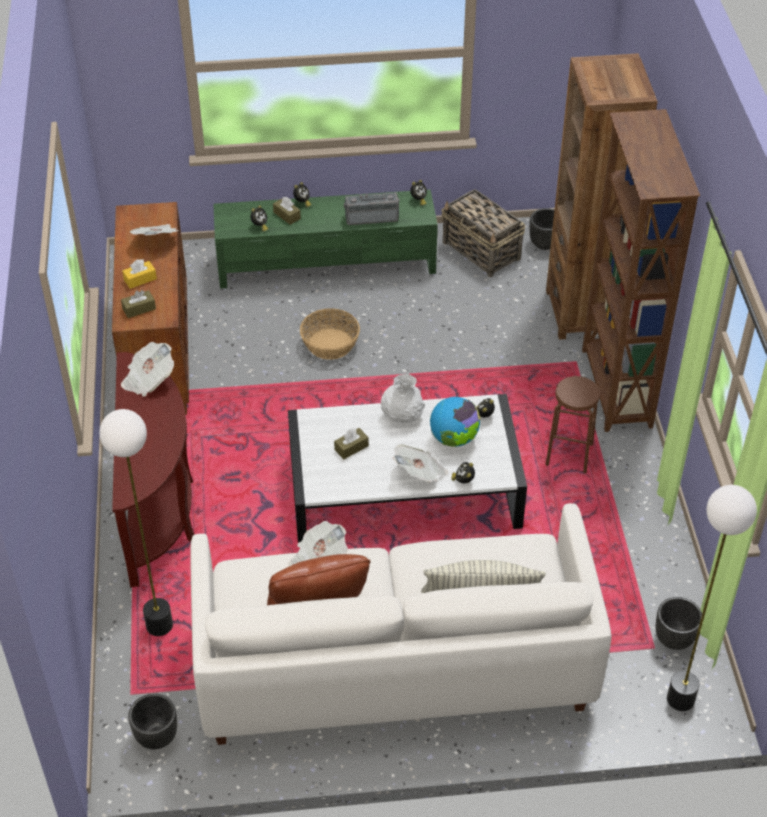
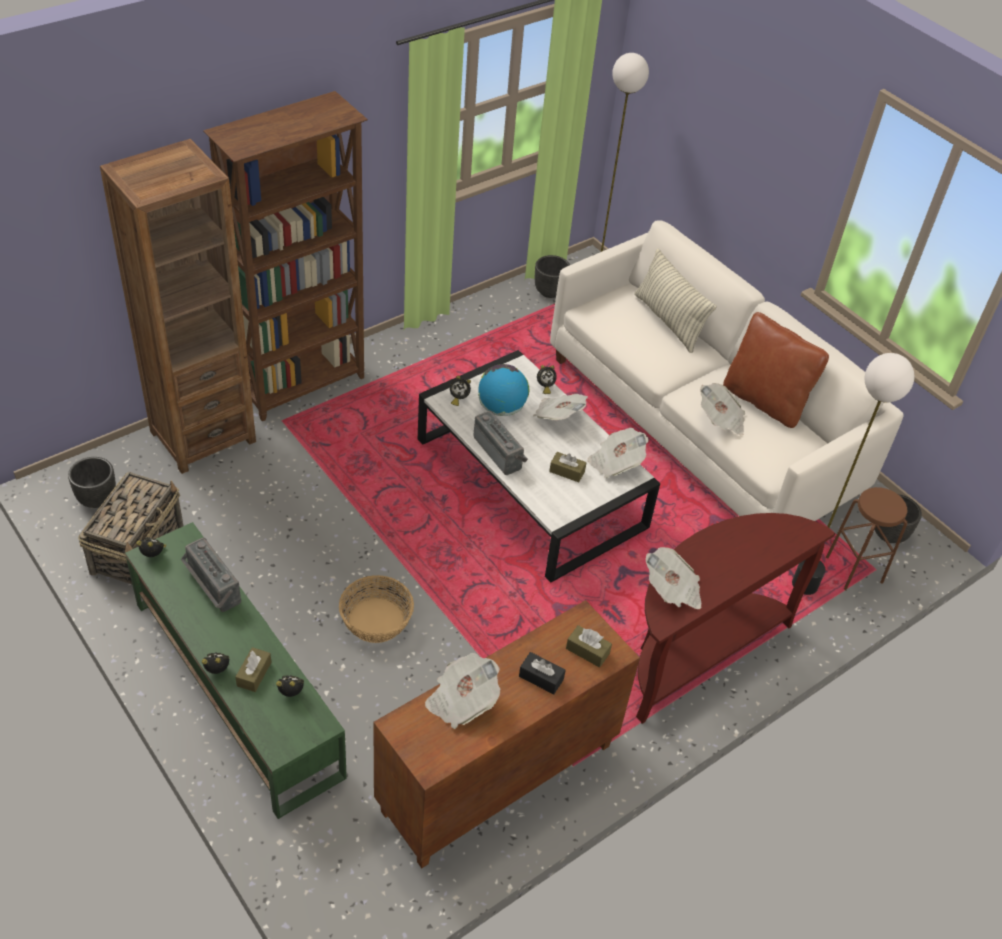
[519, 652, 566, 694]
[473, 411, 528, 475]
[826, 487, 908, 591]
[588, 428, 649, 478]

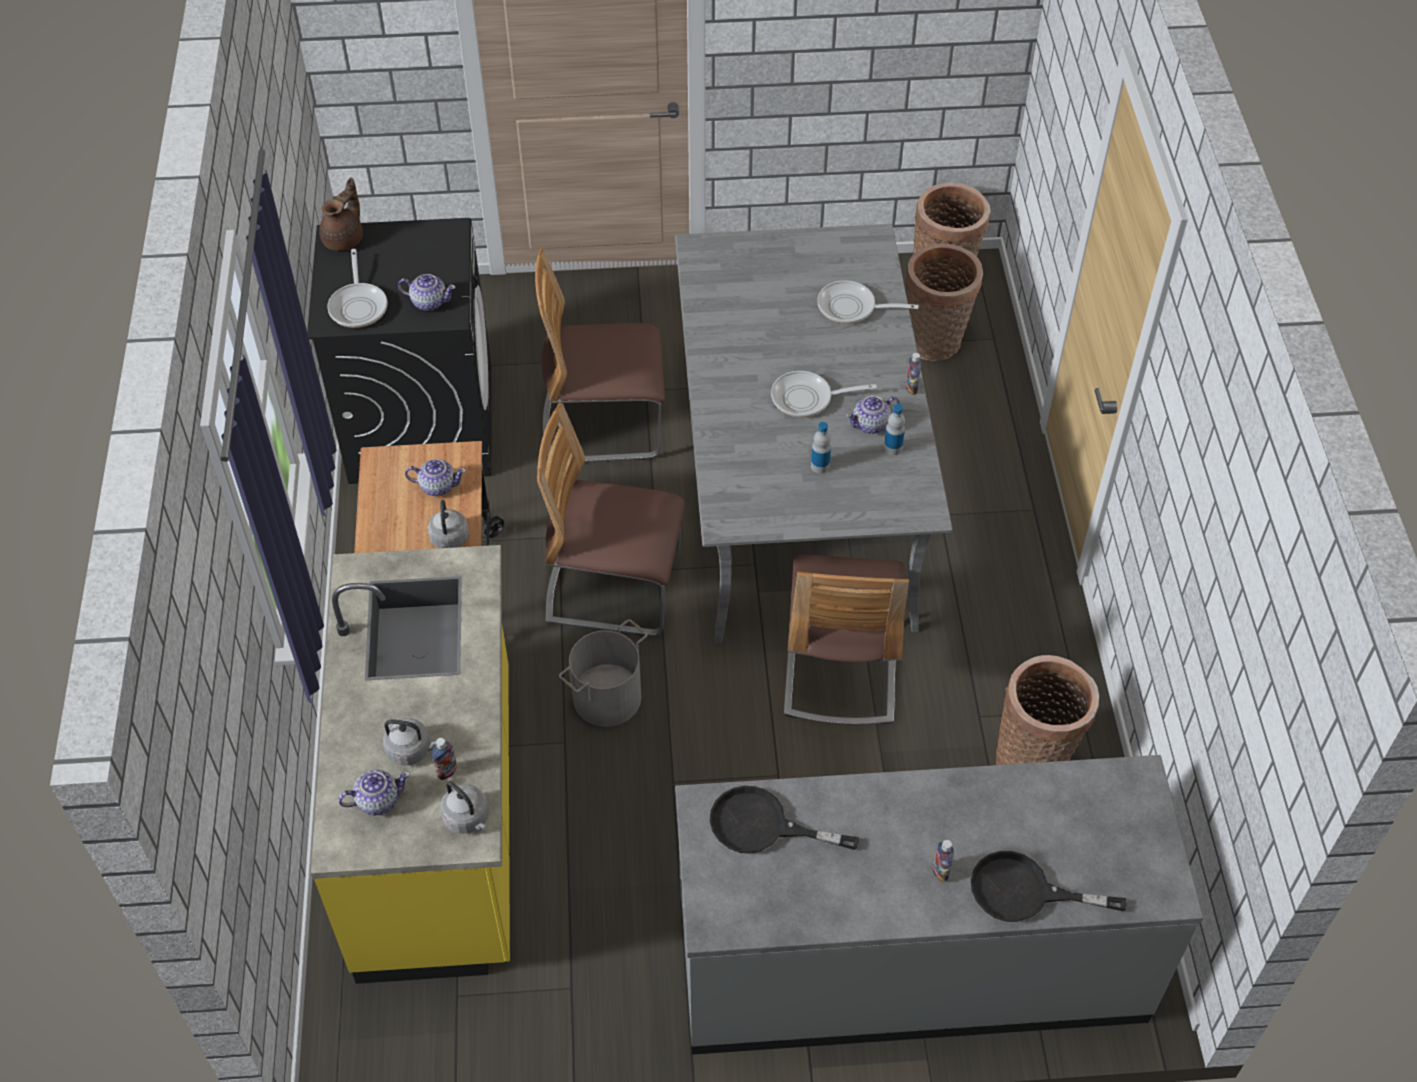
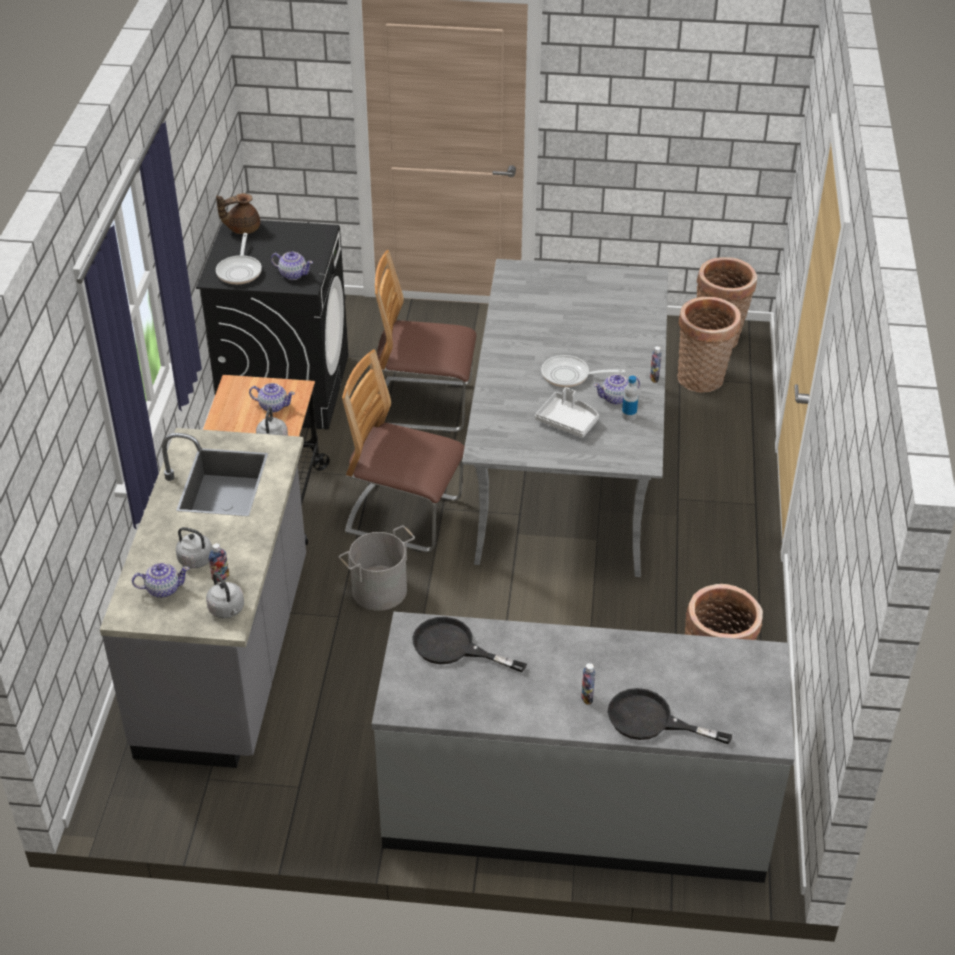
[100, 428, 306, 768]
[216, 193, 260, 234]
[784, 554, 909, 725] (first image)
[535, 387, 599, 438]
[817, 280, 919, 324] (first image)

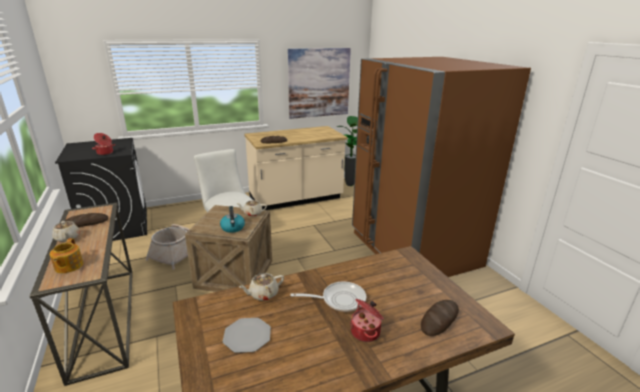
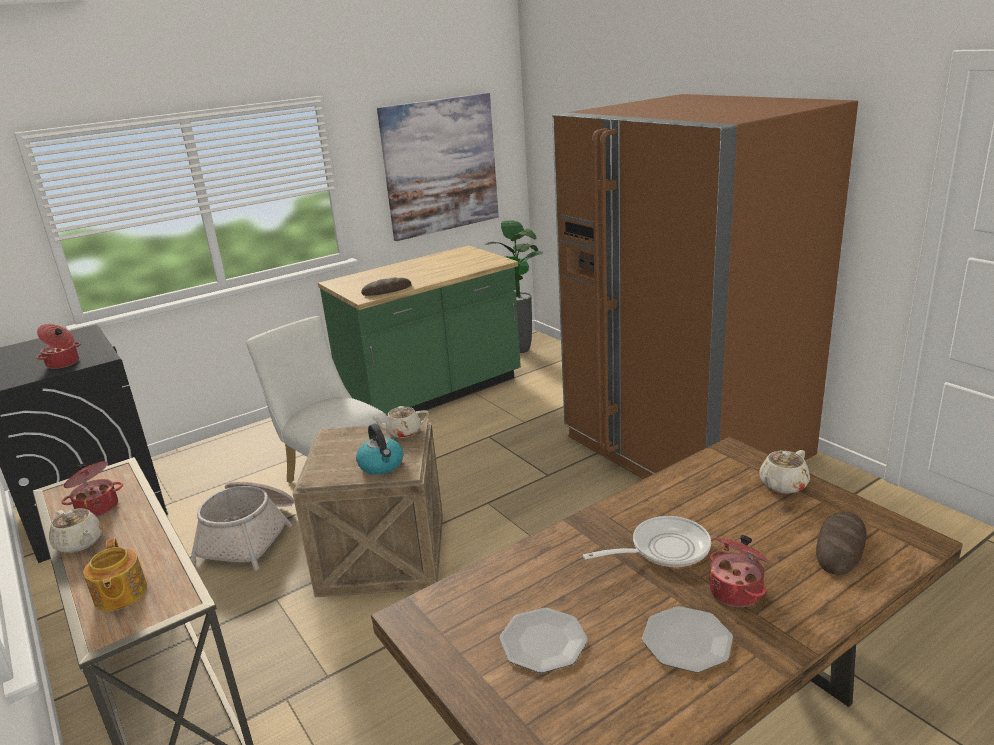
[61, 461, 123, 517]
[759, 450, 810, 494]
[318, 245, 521, 415]
[642, 606, 733, 673]

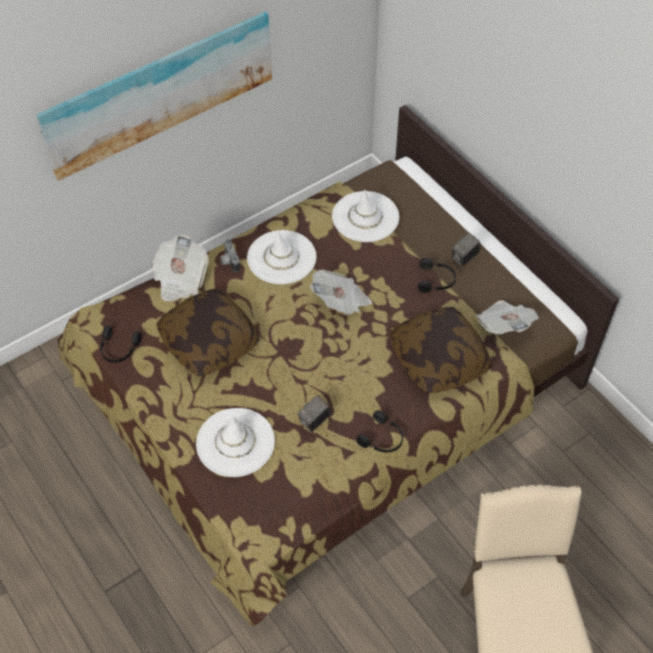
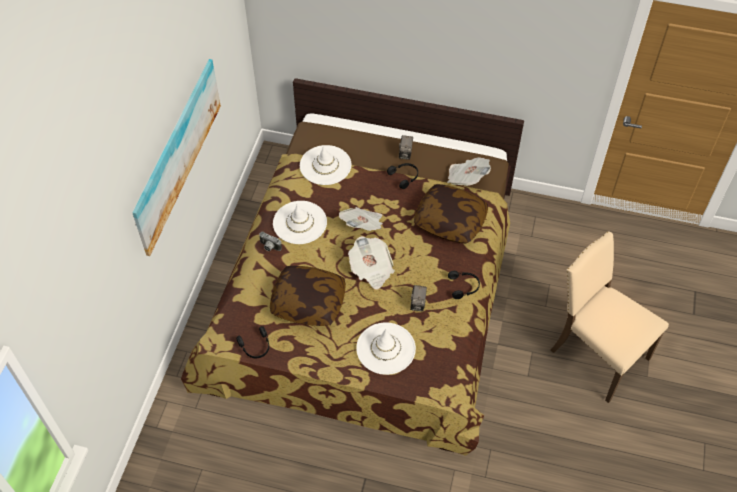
[348, 236, 395, 289]

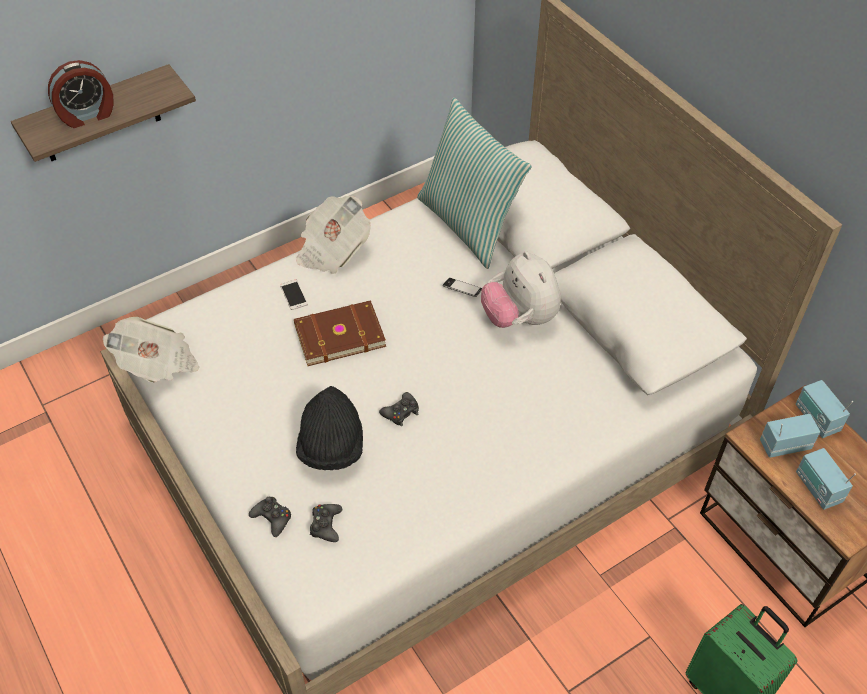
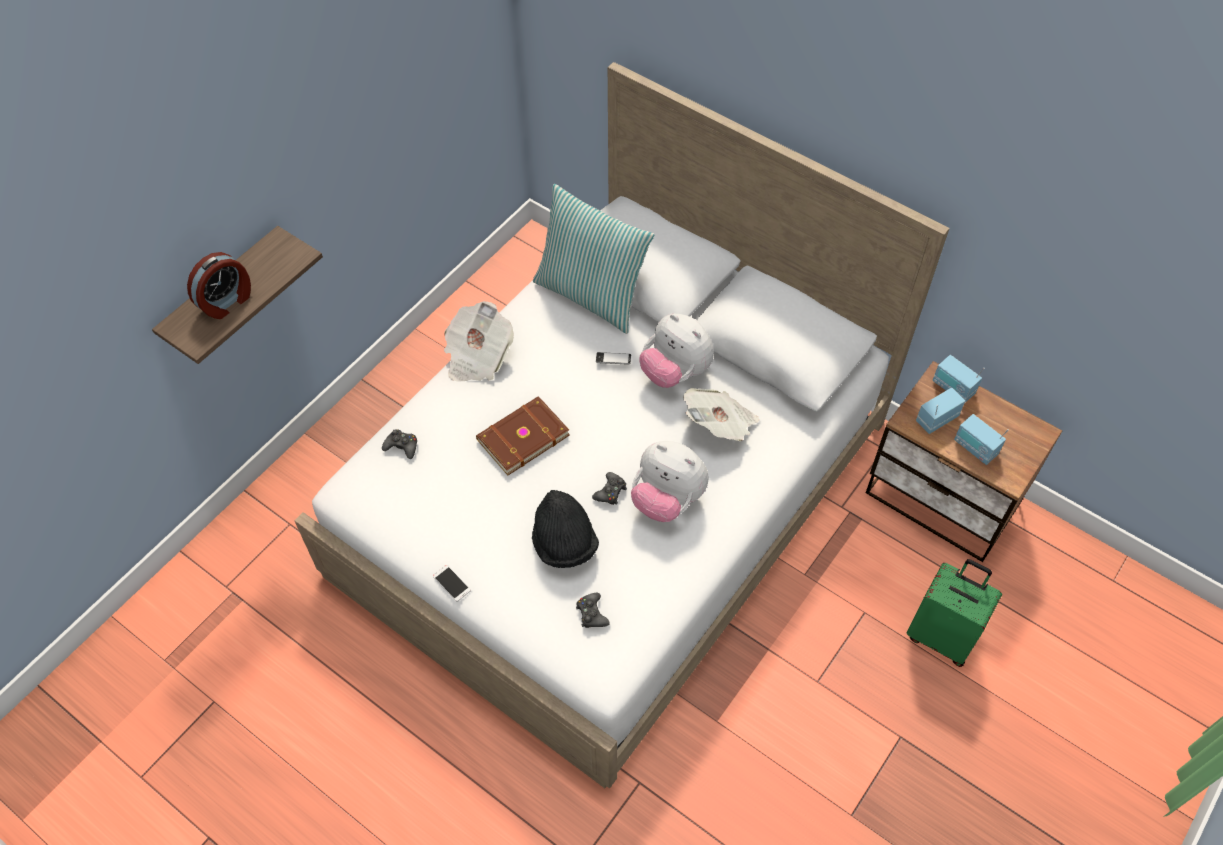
[683, 388, 759, 441]
[382, 429, 417, 459]
[433, 565, 471, 602]
[631, 441, 708, 522]

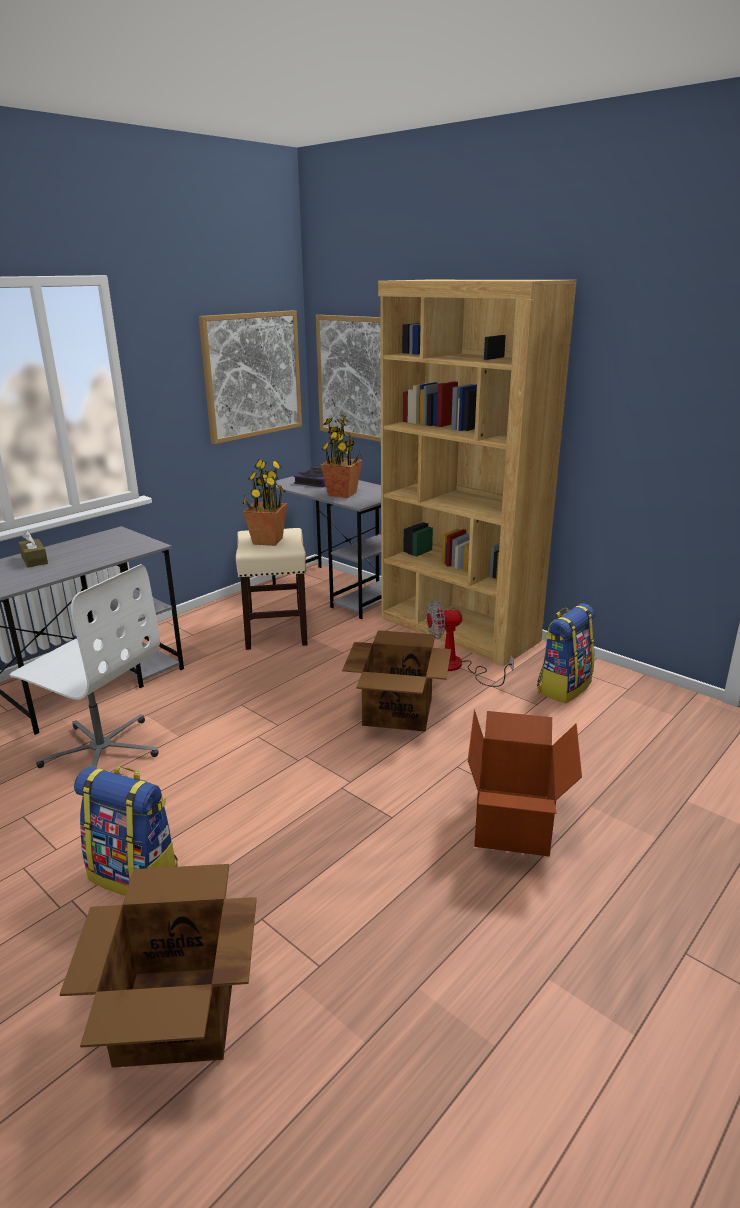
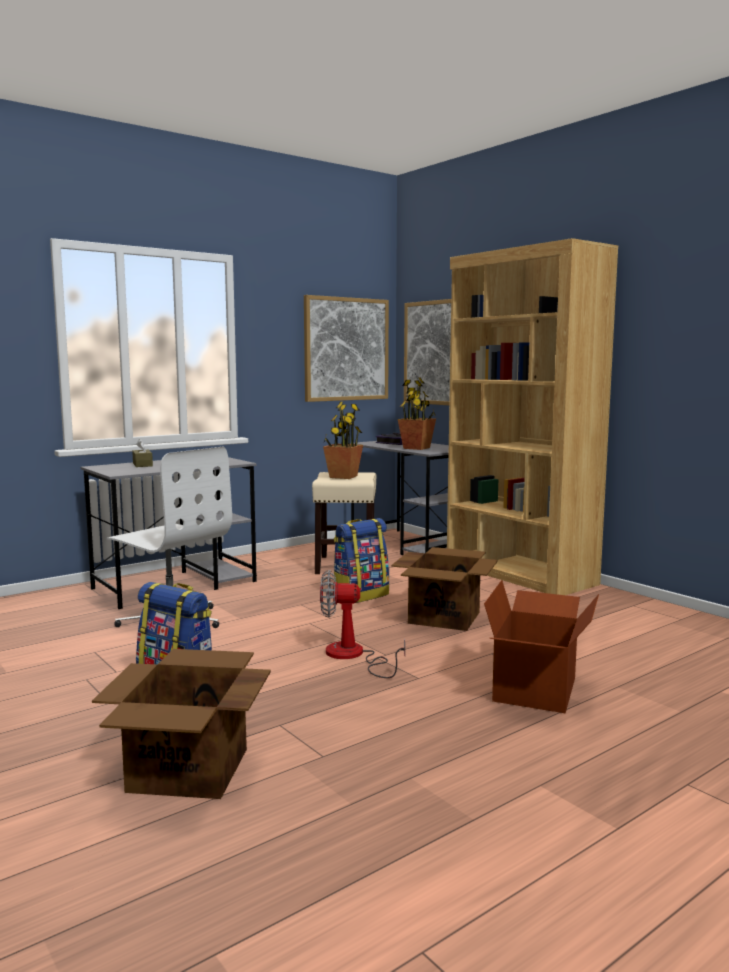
[320, 570, 405, 678]
[334, 518, 389, 603]

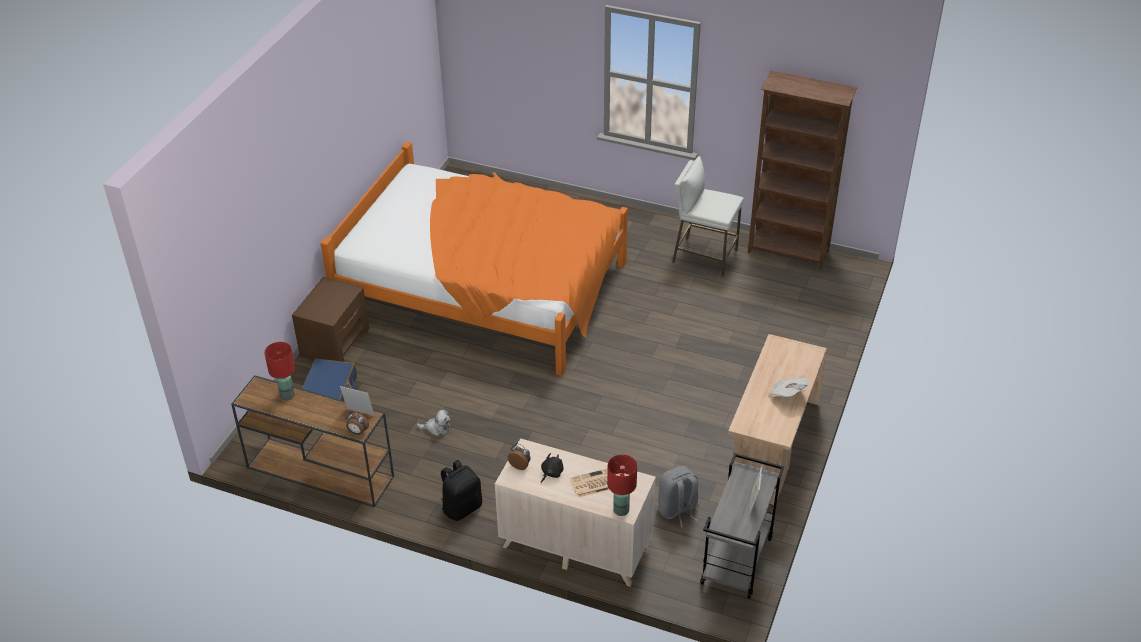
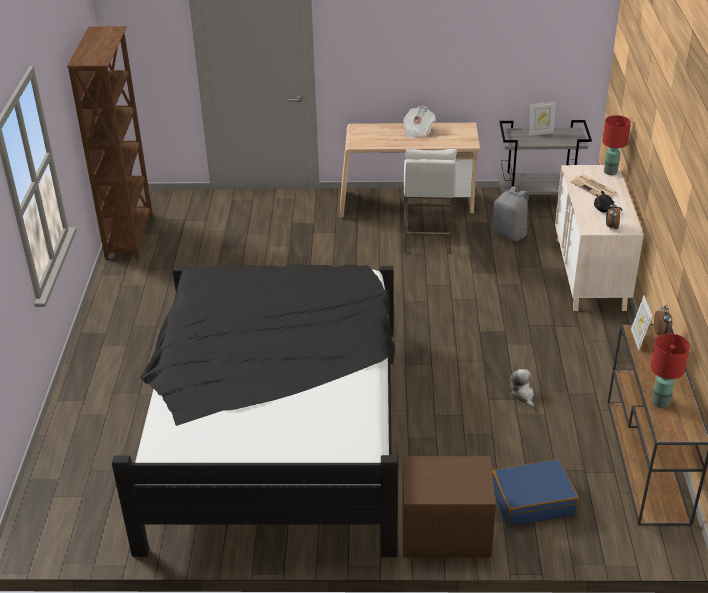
[112, 264, 398, 557]
[441, 460, 482, 521] (first image)
[404, 149, 457, 254]

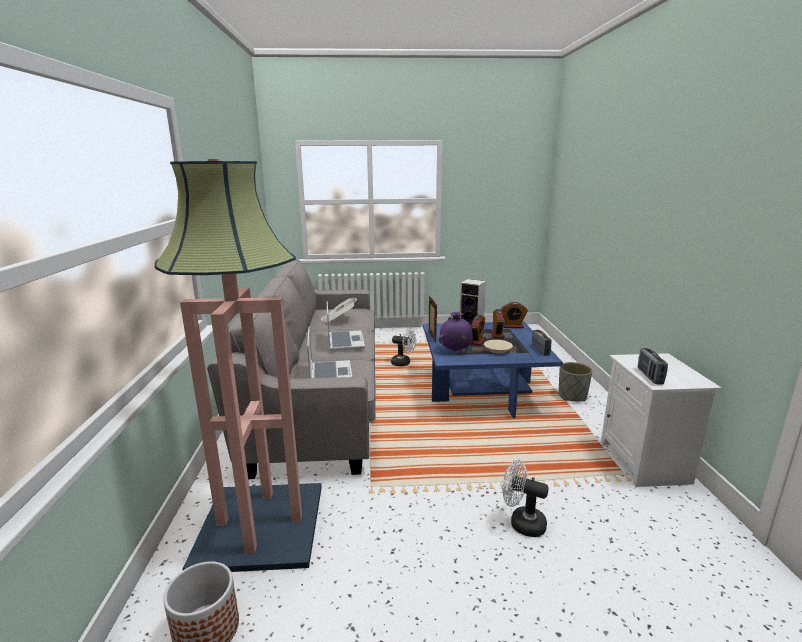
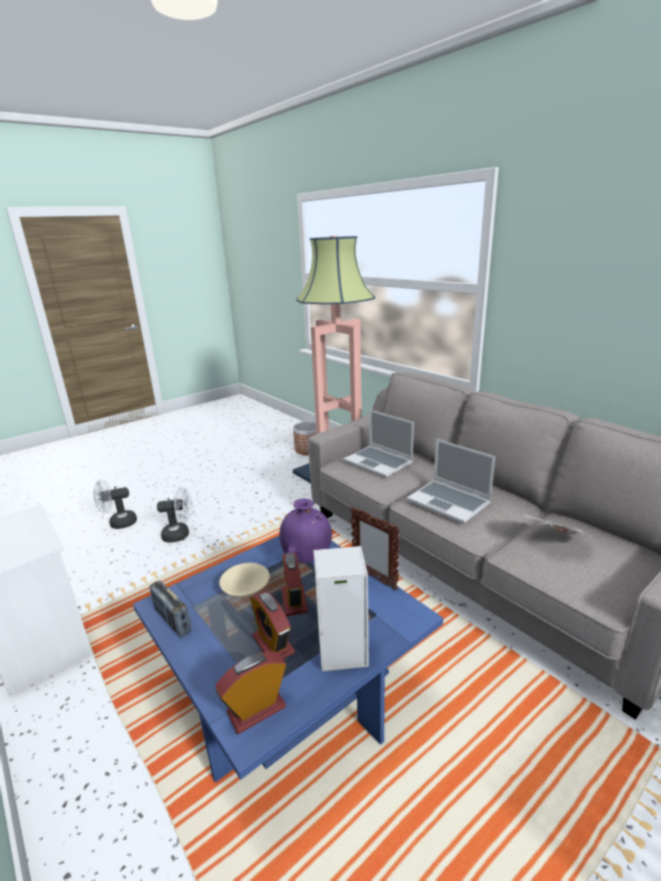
[93, 479, 137, 529]
[559, 362, 592, 402] (first image)
[638, 348, 668, 385] (first image)

